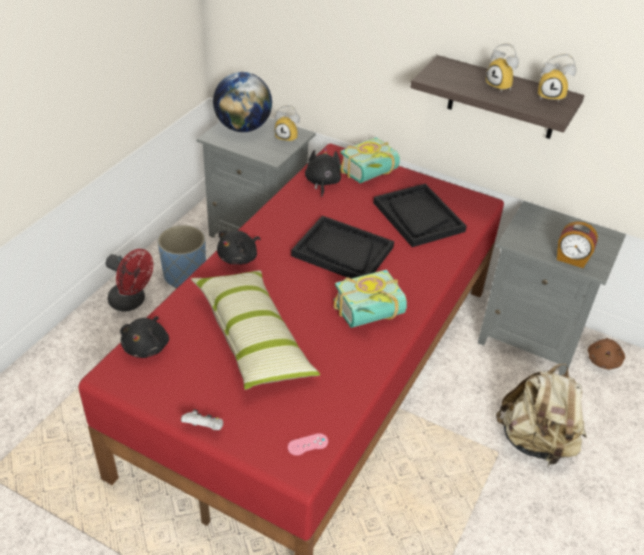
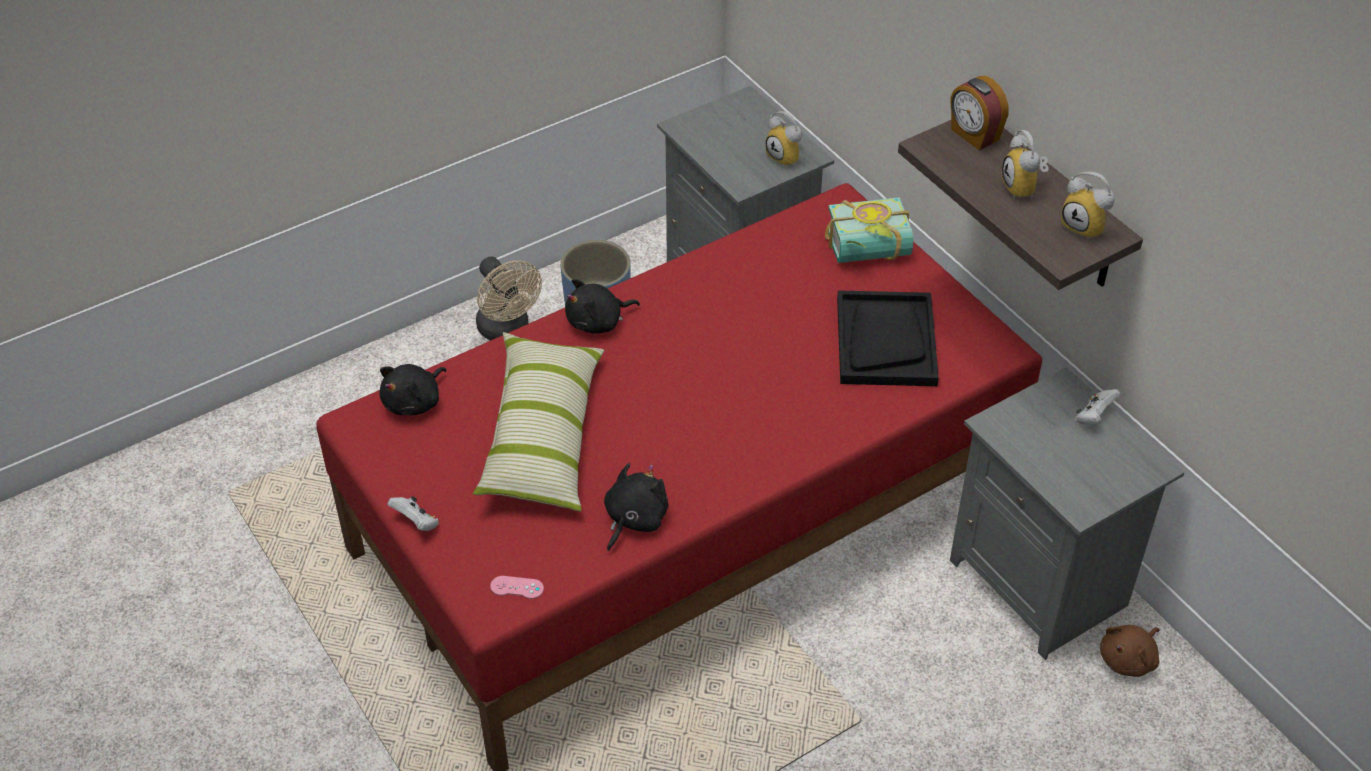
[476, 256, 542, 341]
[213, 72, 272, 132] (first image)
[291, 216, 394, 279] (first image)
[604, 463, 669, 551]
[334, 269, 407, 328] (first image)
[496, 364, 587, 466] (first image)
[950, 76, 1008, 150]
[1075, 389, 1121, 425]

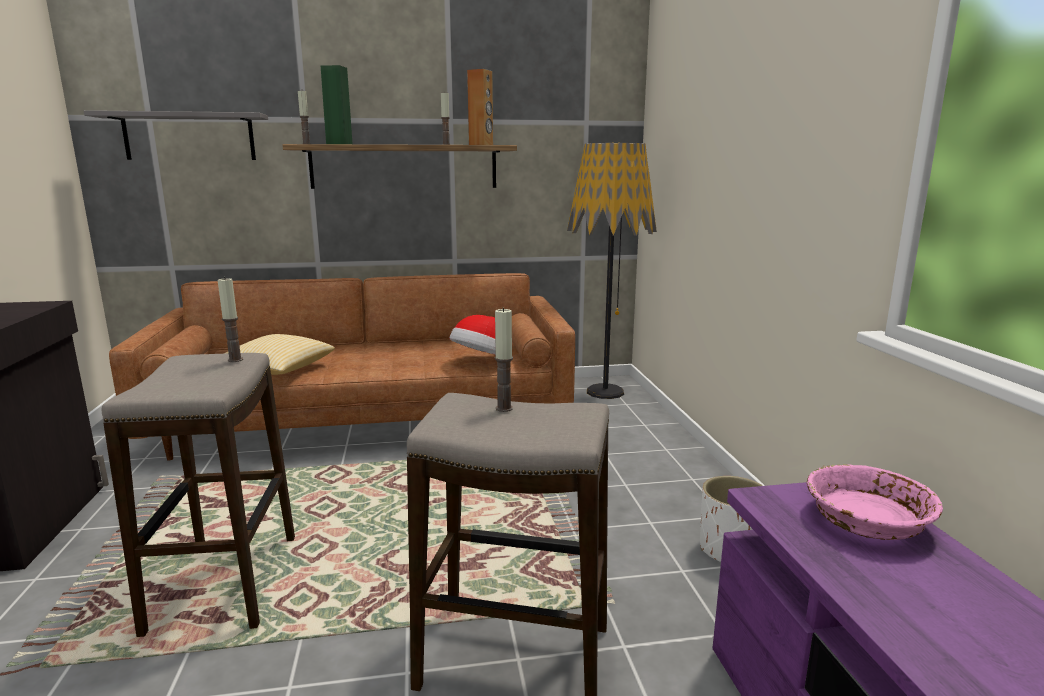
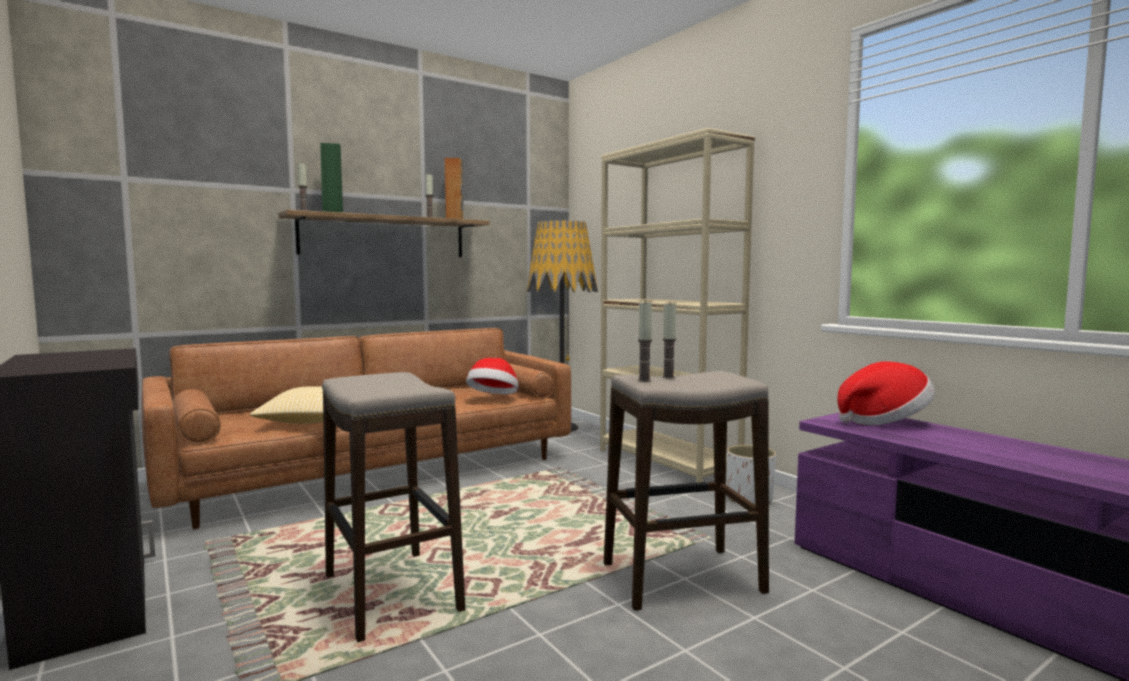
[84, 110, 268, 160] (first image)
[638, 301, 652, 382]
[837, 361, 935, 425]
[600, 128, 755, 483]

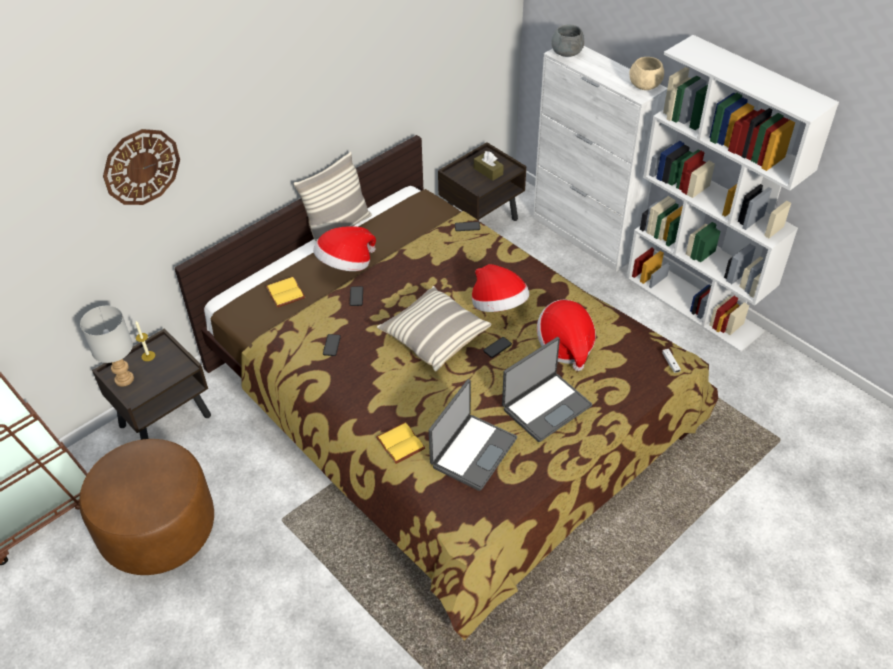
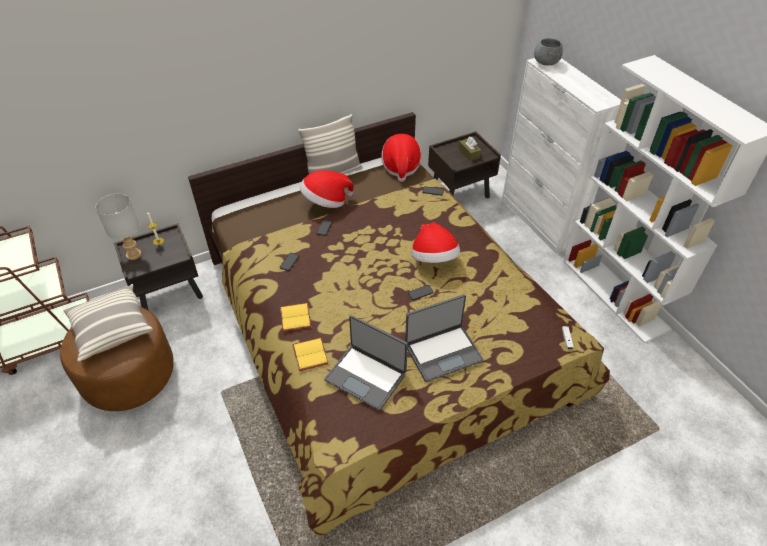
[103, 129, 180, 205] (first image)
[280, 303, 312, 332]
[63, 284, 153, 362]
[324, 315, 408, 411]
[381, 134, 422, 182]
[629, 57, 664, 90] (first image)

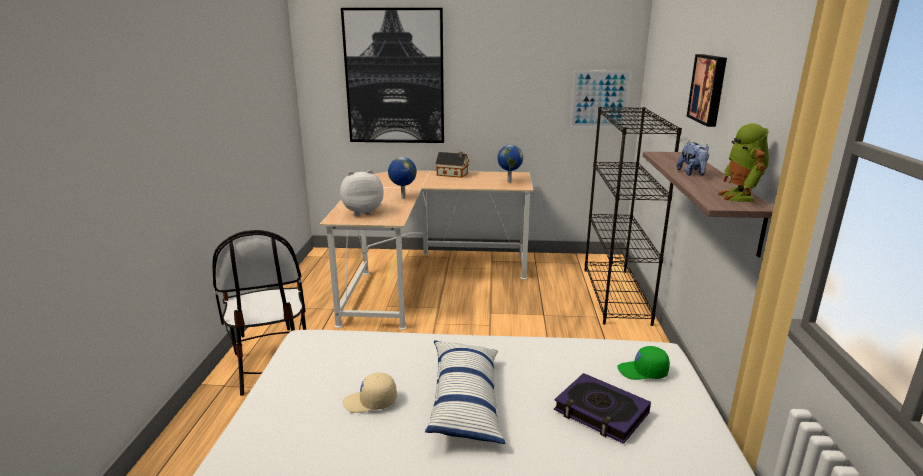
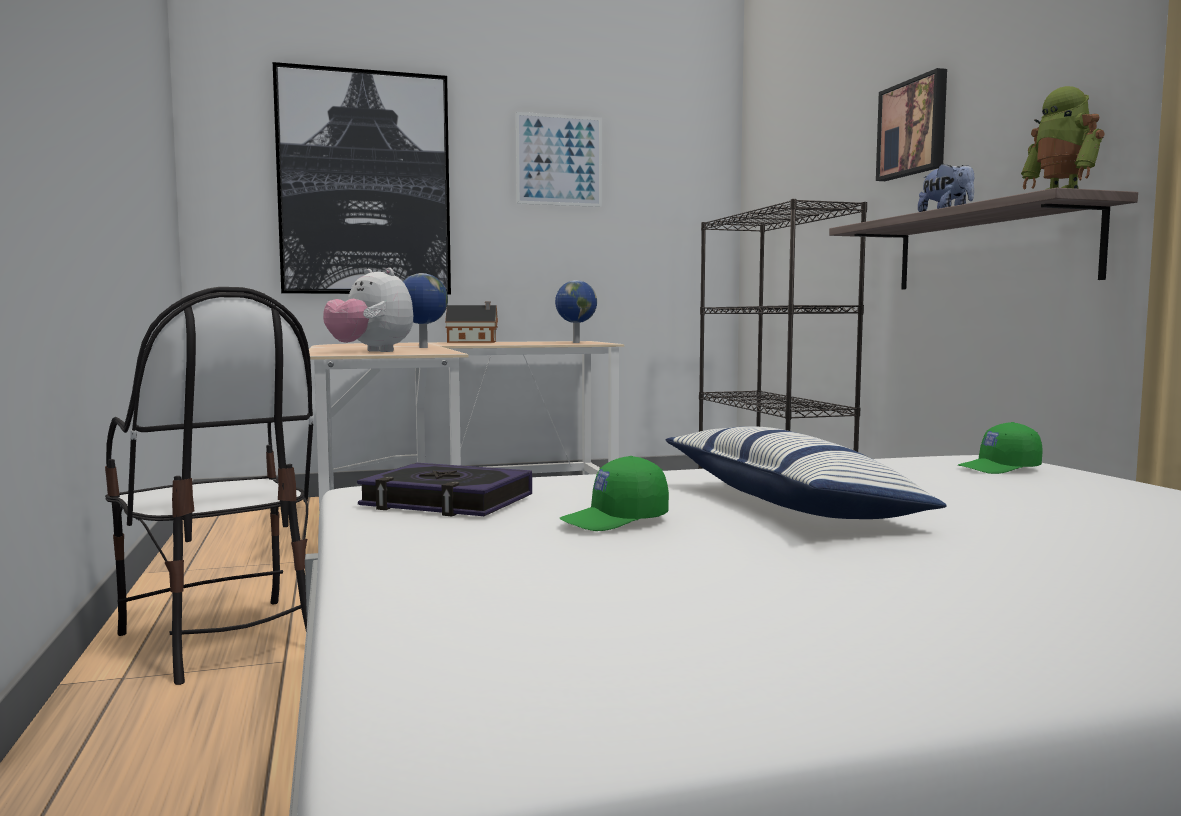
[323, 268, 413, 352]
[559, 456, 669, 531]
[357, 463, 532, 516]
[516, 112, 602, 207]

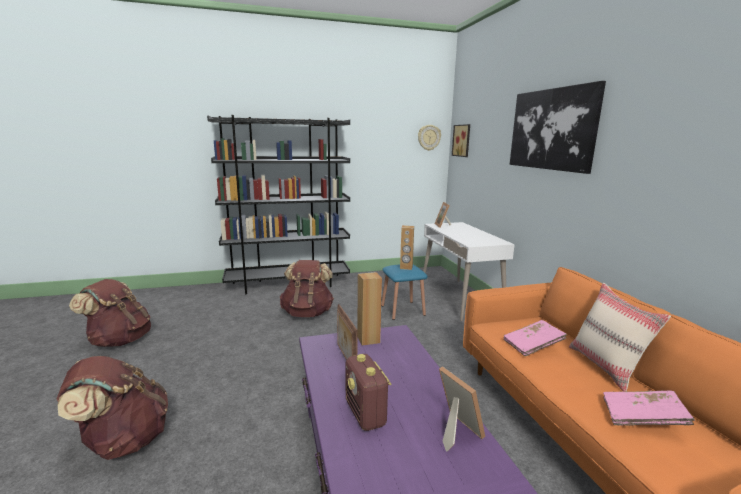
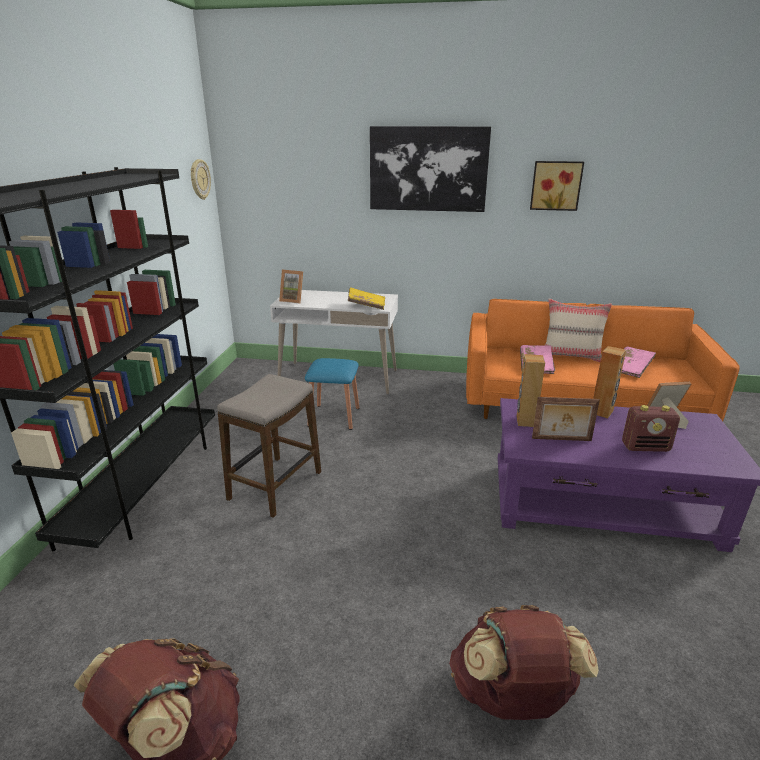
[217, 374, 321, 518]
[593, 346, 626, 418]
[530, 161, 584, 211]
[348, 287, 385, 310]

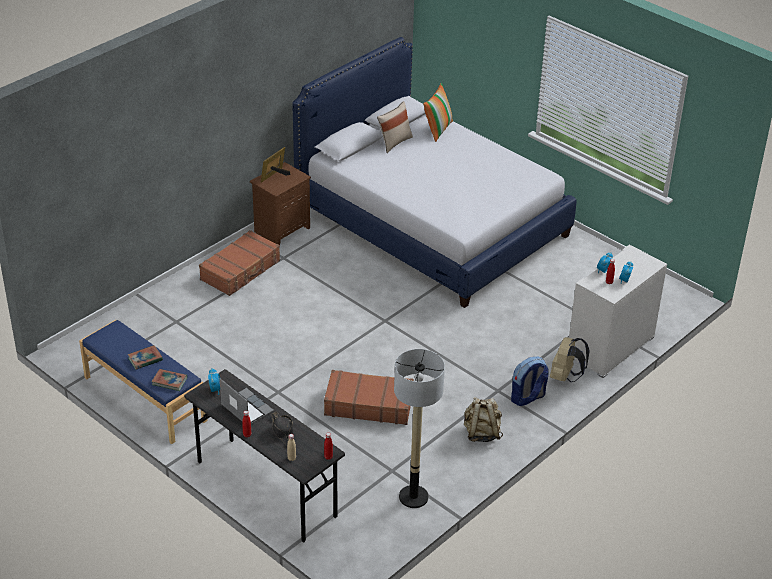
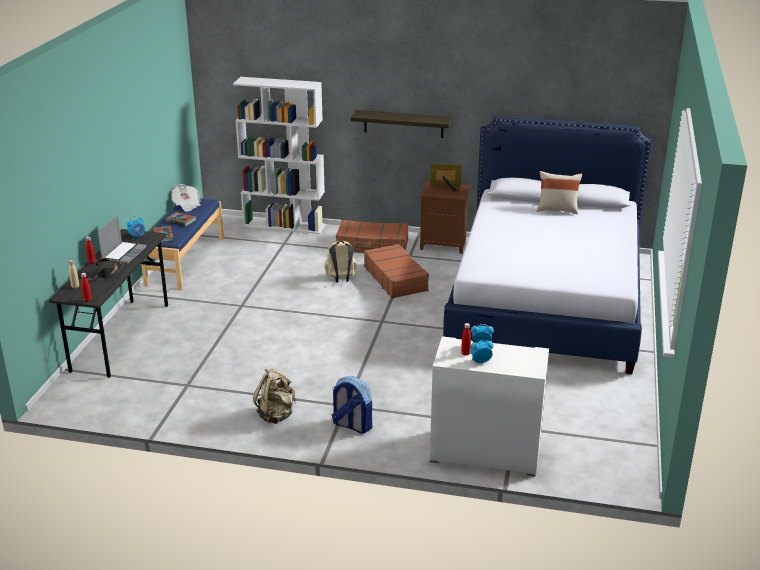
[364, 244, 429, 298]
[394, 349, 445, 508] (first image)
[423, 83, 453, 142] (first image)
[325, 241, 357, 283]
[172, 184, 201, 212]
[233, 77, 326, 234]
[351, 110, 452, 138]

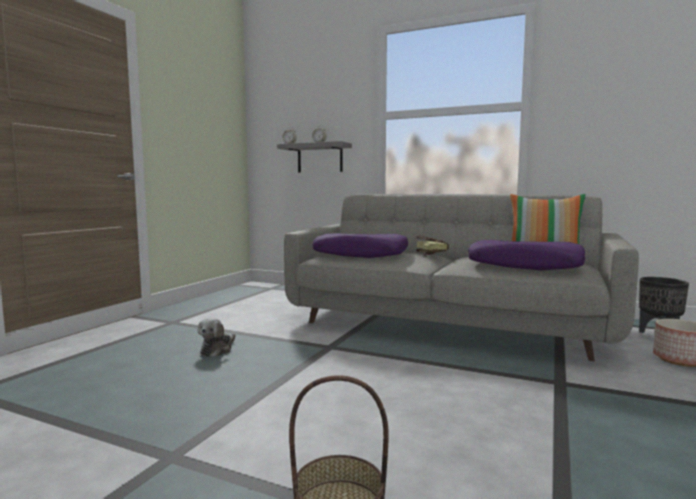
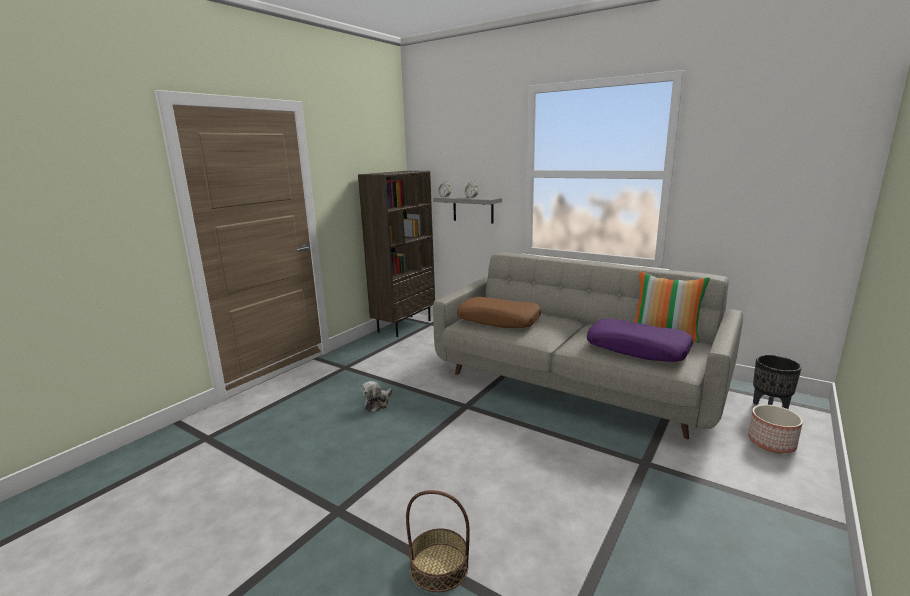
[457, 297, 541, 328]
[416, 235, 449, 255] (first image)
[358, 171, 435, 337]

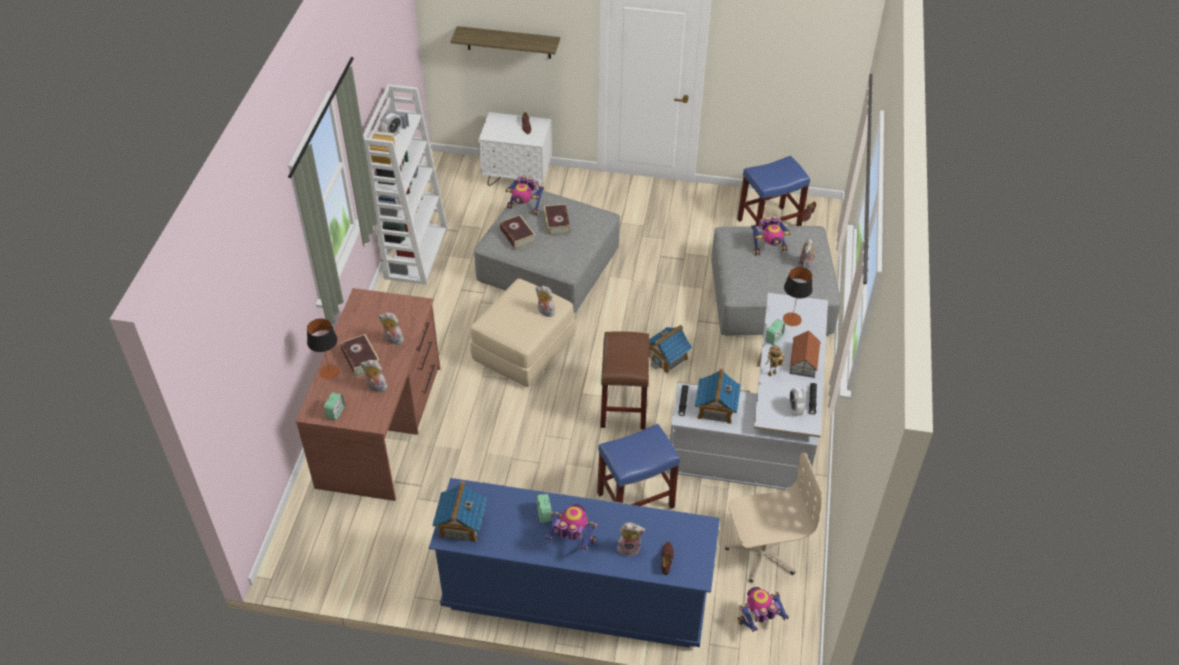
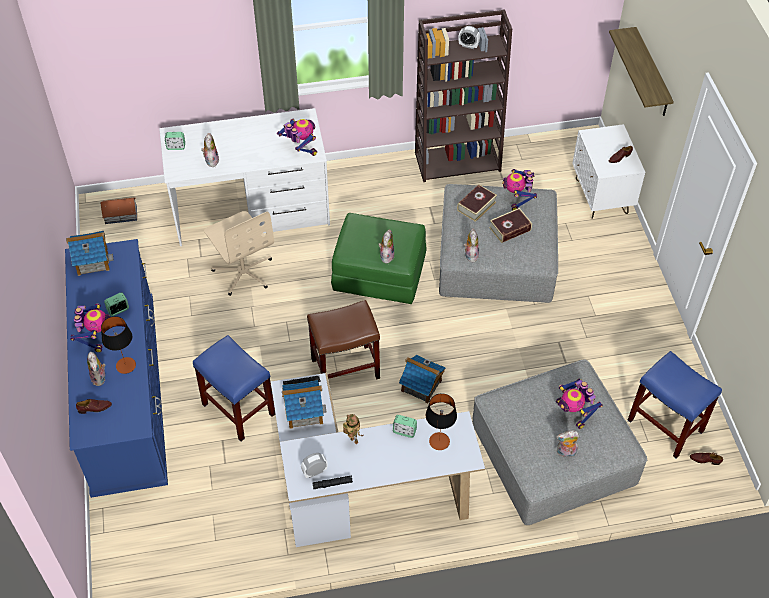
[159, 108, 330, 246]
[101, 316, 136, 374]
[340, 334, 380, 377] (first image)
[415, 9, 512, 182]
[464, 228, 479, 262]
[331, 213, 426, 304]
[204, 211, 274, 296]
[277, 119, 317, 156]
[100, 197, 137, 224]

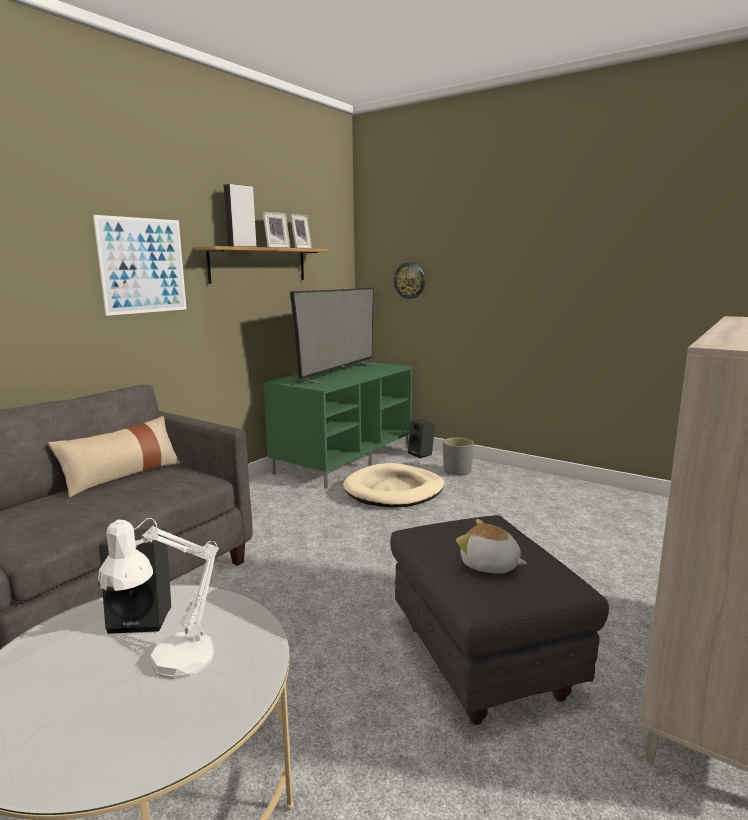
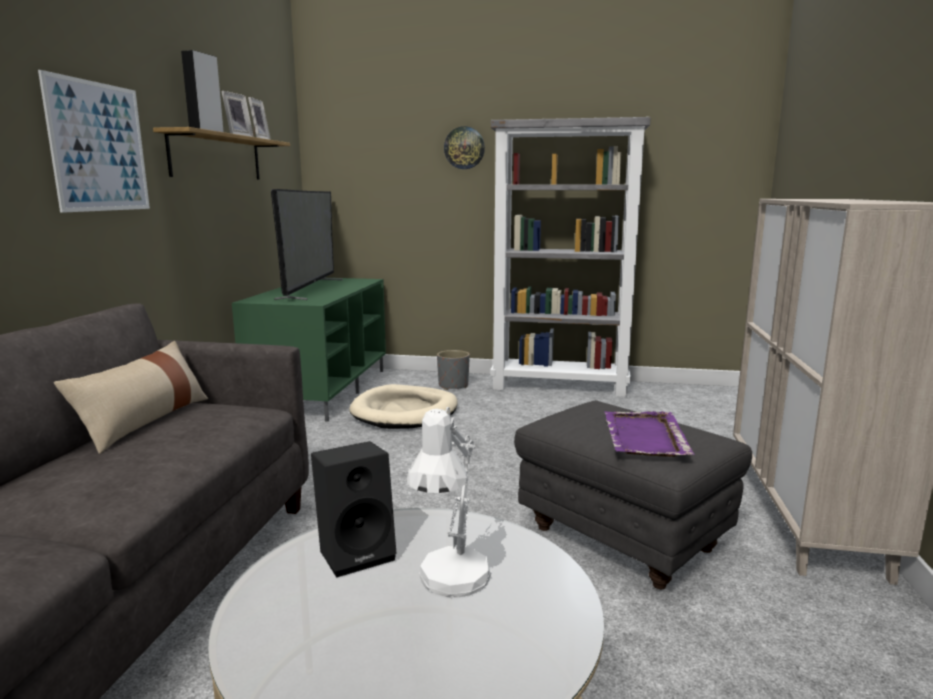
[444, 126, 485, 169]
[408, 420, 435, 458] (first image)
[604, 411, 695, 457]
[490, 117, 651, 397]

